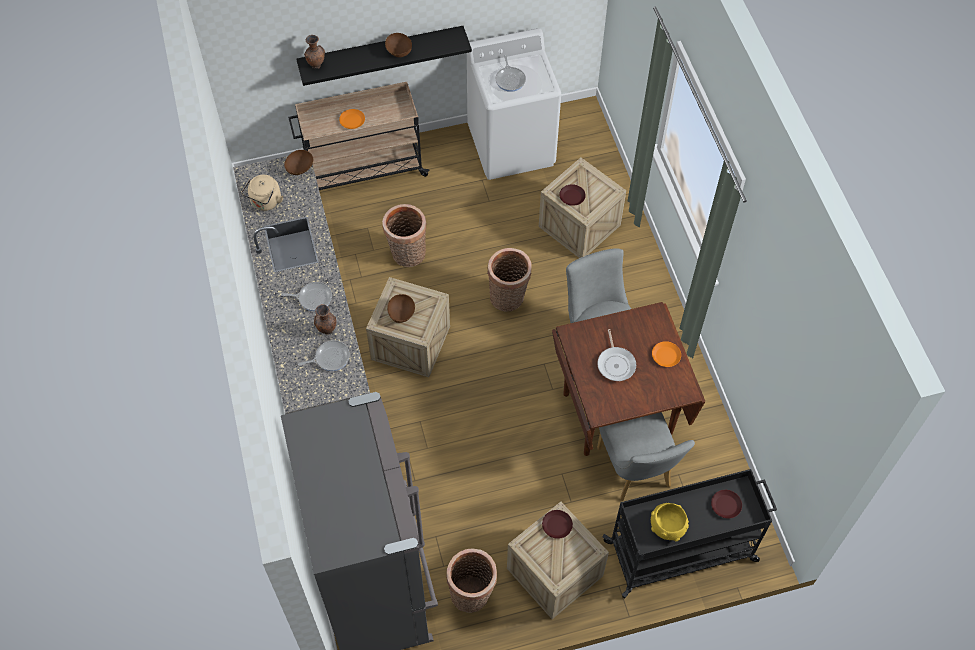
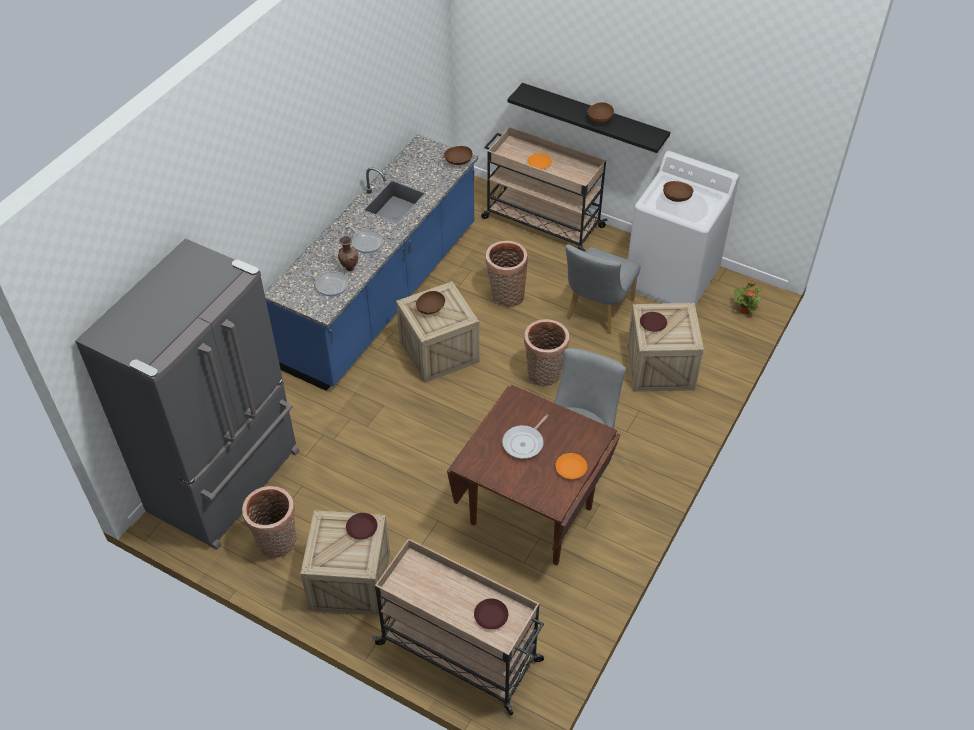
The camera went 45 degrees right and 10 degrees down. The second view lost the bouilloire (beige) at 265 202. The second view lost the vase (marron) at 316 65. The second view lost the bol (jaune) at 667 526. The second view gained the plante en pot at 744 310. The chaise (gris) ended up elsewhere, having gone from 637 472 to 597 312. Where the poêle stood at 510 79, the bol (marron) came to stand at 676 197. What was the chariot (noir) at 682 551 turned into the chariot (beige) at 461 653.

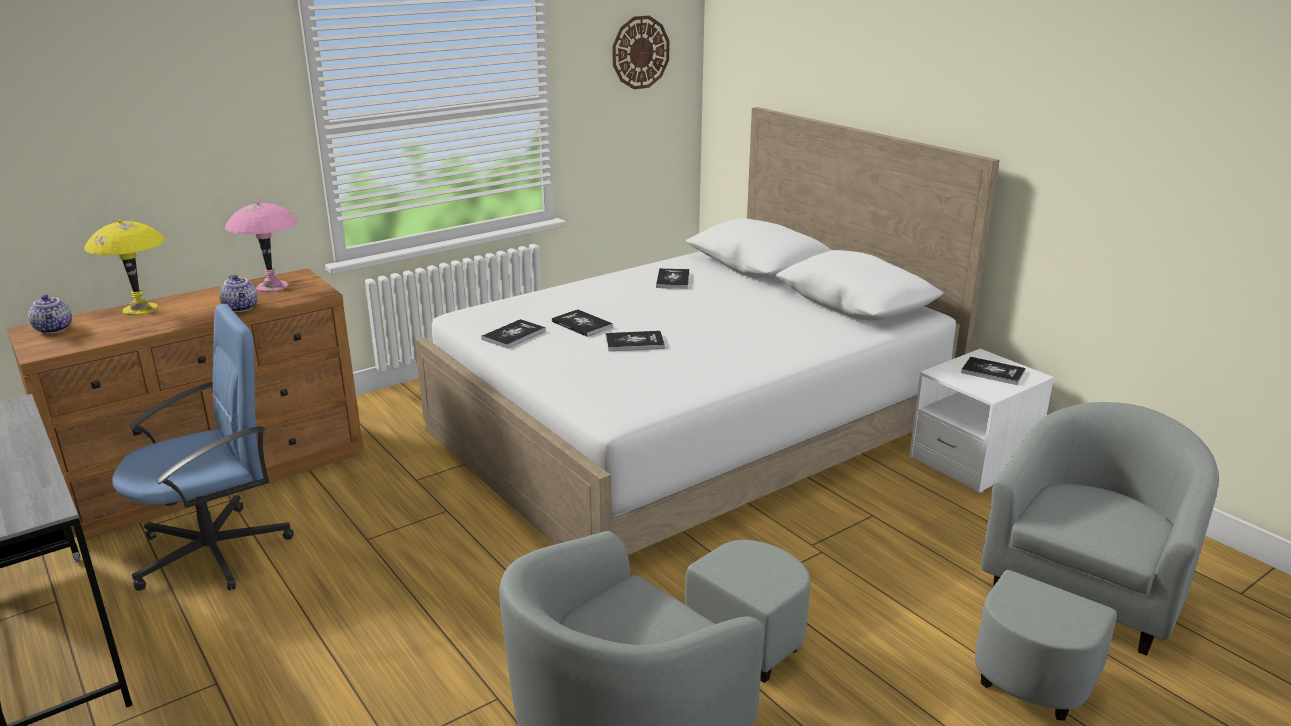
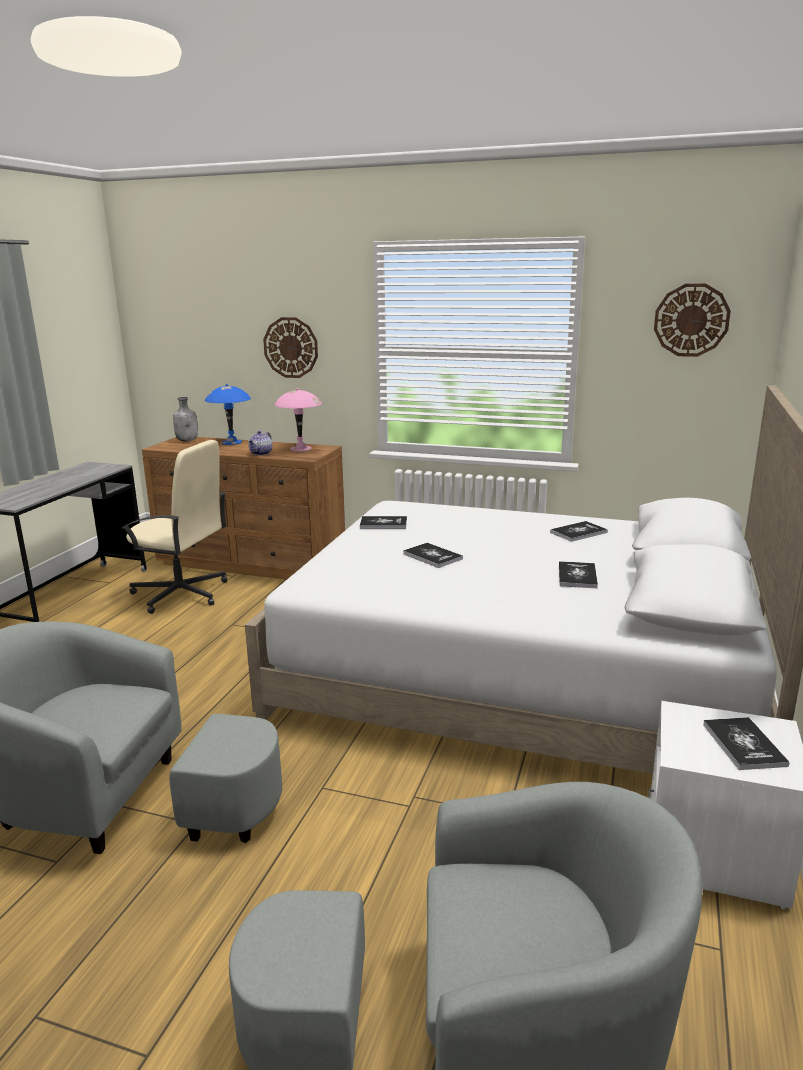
The camera went 55 degrees right and 5 degrees down. The second view gained the horloge murale at 291 347. The livre ended up elsewhere, having gone from 582 324 to 577 576. Where the théière stood at 55 329, the bouteille (gris) came to stand at 188 440. What was the lampe de table (jaune) at 140 309 turned into the lampe de table (bleu) at 231 442. What was the chaise de bureau (bleu) at 215 551 turned into the chaise de bureau (beige) at 181 594.

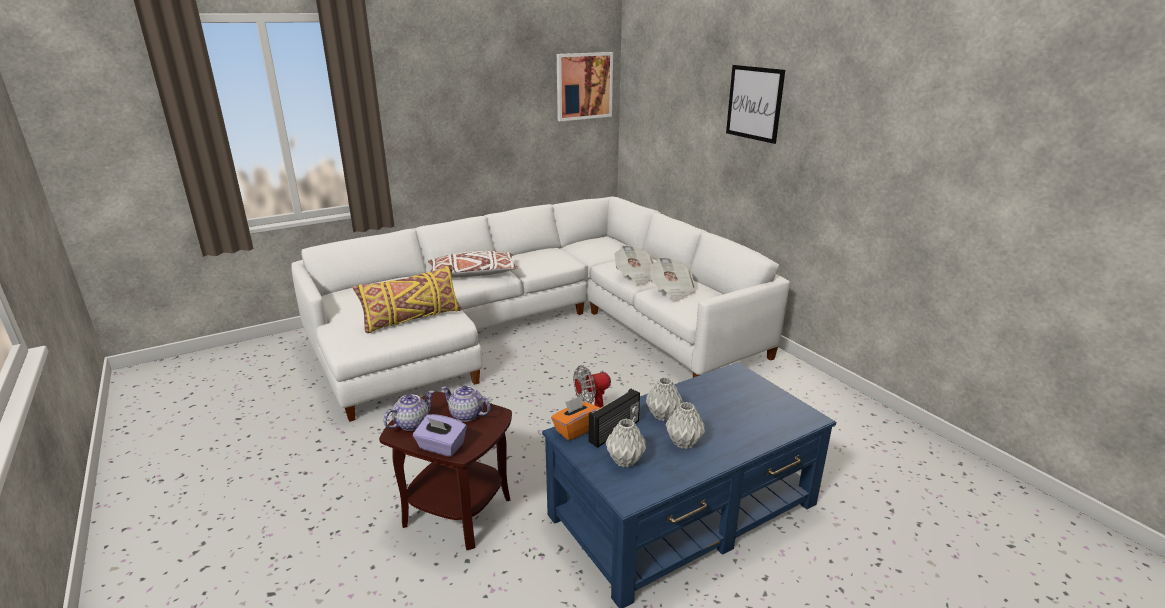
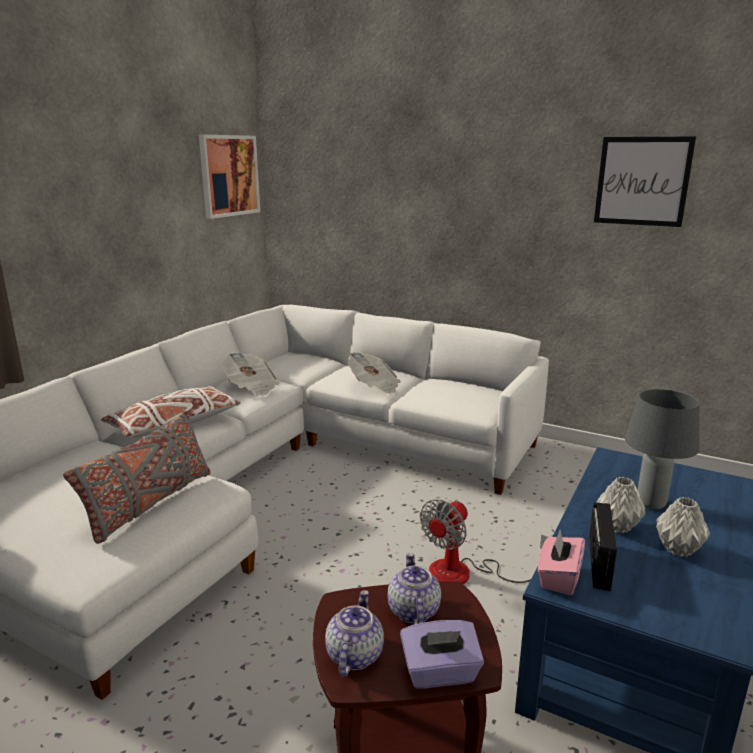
The camera went 30 degrees left and 5 degrees down. The second view lost the vase (gris) at 624 461. The second view gained the lampe de table (gris) at 650 503. The journal ended up elsewhere, having gone from 671 290 to 251 387. The tableau ended up elsewhere, having gone from 754 103 to 642 181. What was the coussin (jaune) at 412 319 turned into the coussin (gris) at 149 504. What was the boîte à mouchoirs (orange) at 576 429 turned into the boîte à mouchoirs (rose) at 558 577. The théière at 466 415 ended up facing another way, 90 degrees clockwise from before.

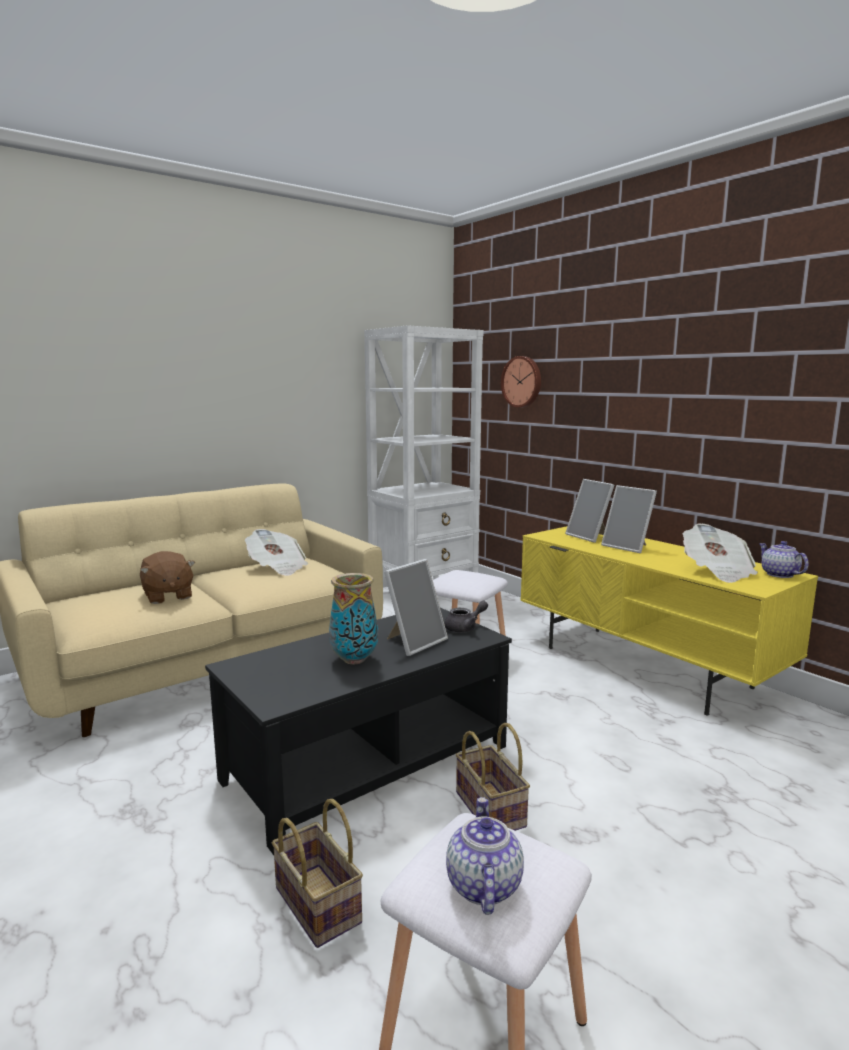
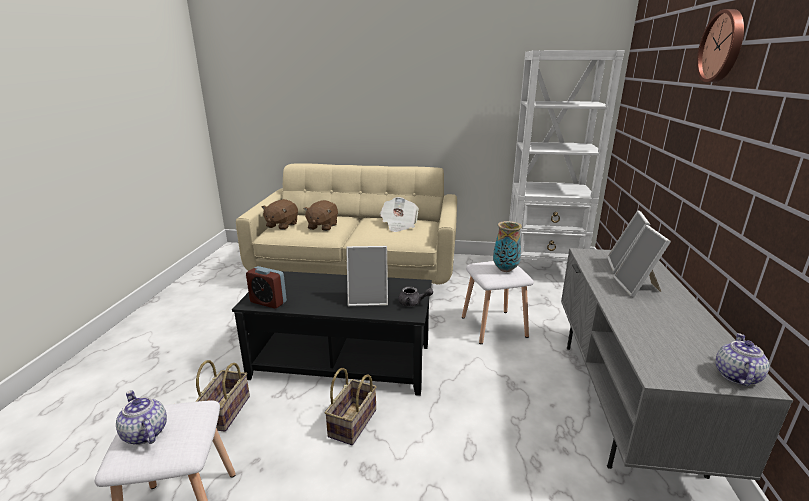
The camera went 45 degrees right and 10 degrees up. The second view lost the journal at 717 571. The second view gained the réveil at 268 302. The second view gained the peluche (marron) at 281 225. The vase ended up elsewhere, having gone from 354 660 to 505 269. The horloge murale ended up elsewhere, having gone from 522 382 to 723 46. What was the meuble télé (jaune) at 646 667 turned into the meuble télé (gris) at 626 402. The théière at 482 885 ended up facing another way, 90 degrees counterclockwise from before.

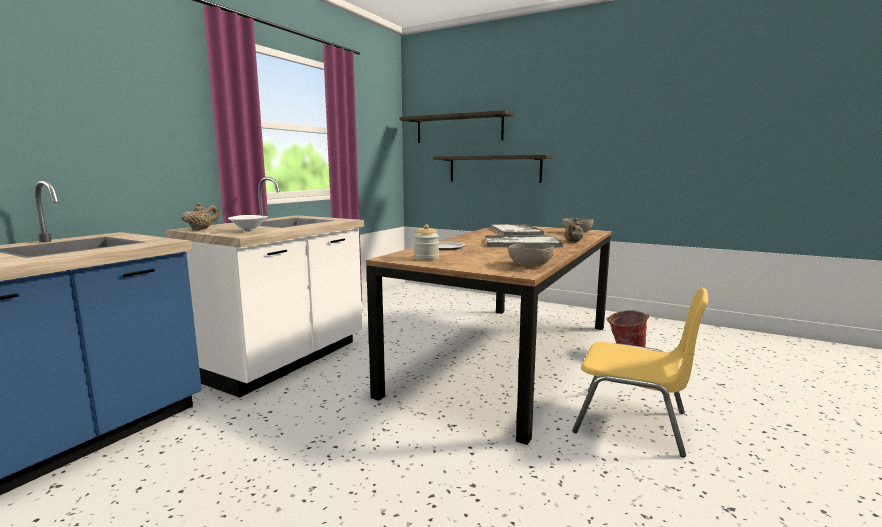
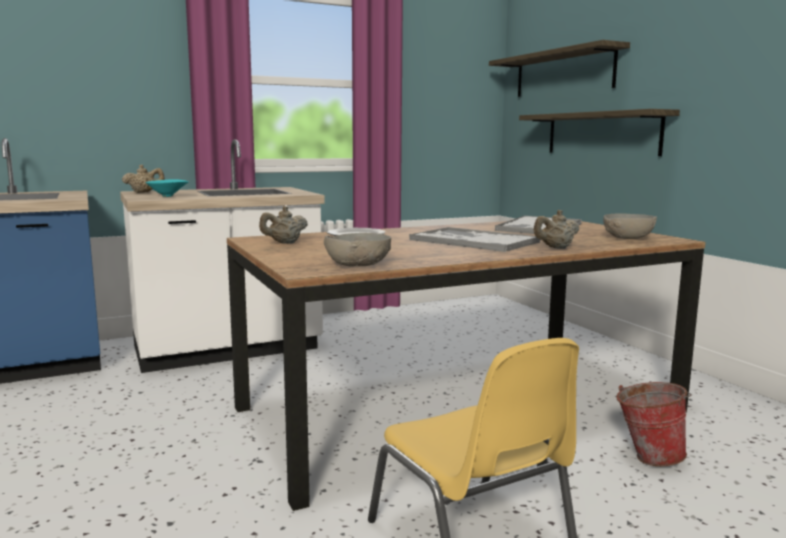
The camera went 35 degrees right and 0 degrees up. Where the bocal stood at 426 258, the théière (beige) came to stand at 284 243. What was the bol (blanc) at 250 230 turned into the bol (turquoise) at 168 196.

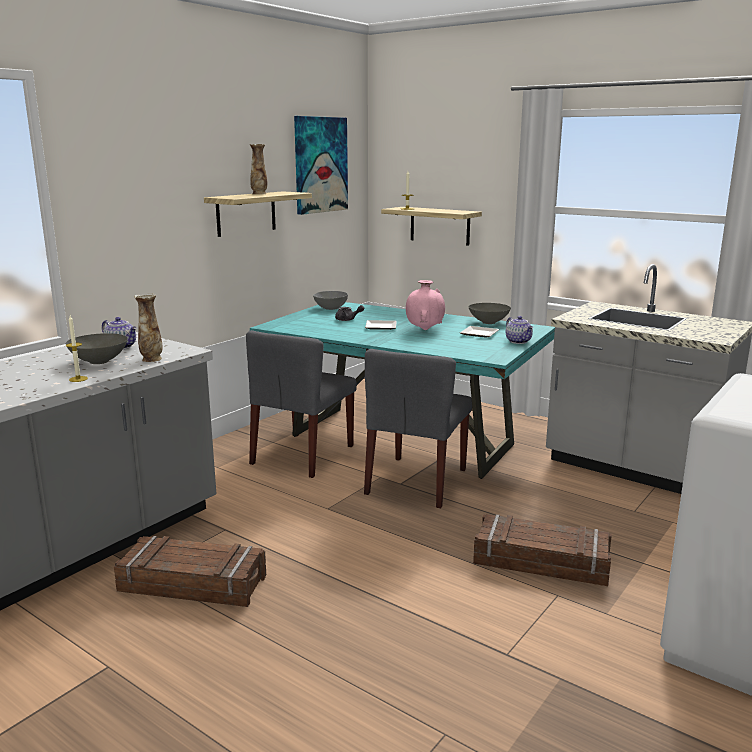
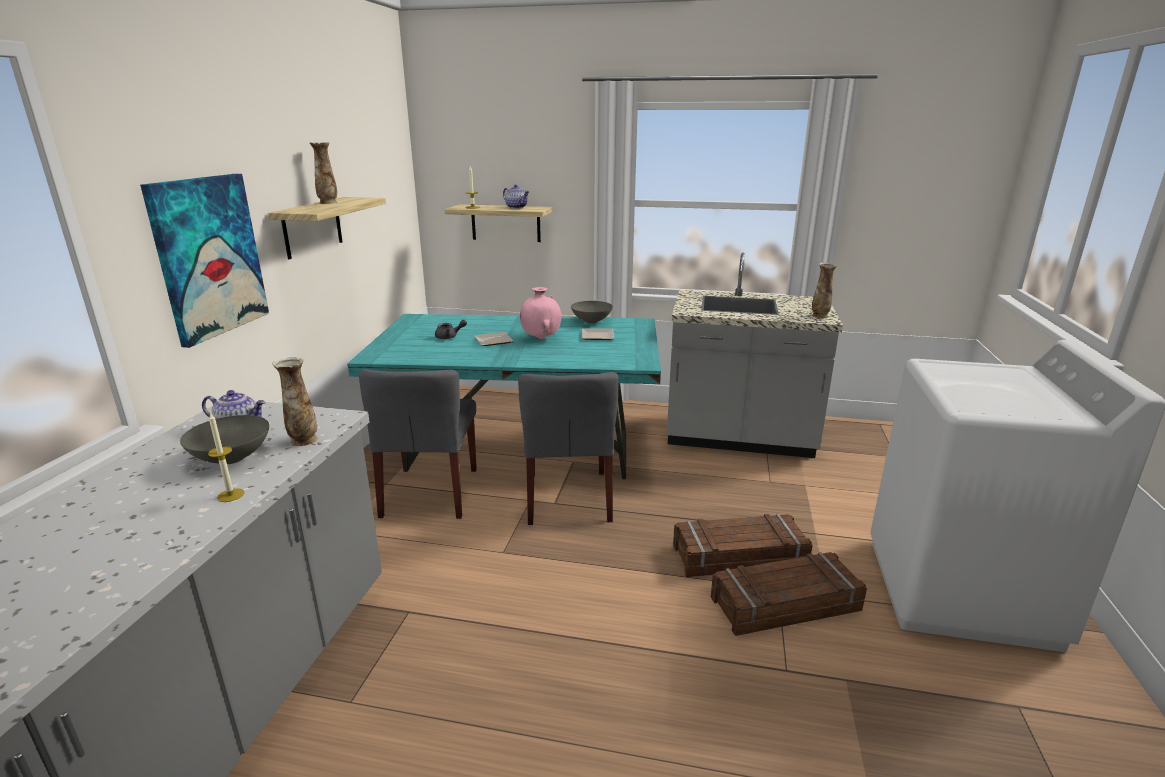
The camera went 25 degrees left and 5 degrees up. The second view lost the bol (gris) at 330 308. The second view gained the vase at 820 316. The caisse ended up elsewhere, having gone from 193 583 to 784 603. The tableau ended up elsewhere, having gone from 320 165 to 209 257. The théière ended up elsewhere, having gone from 519 341 to 517 207.

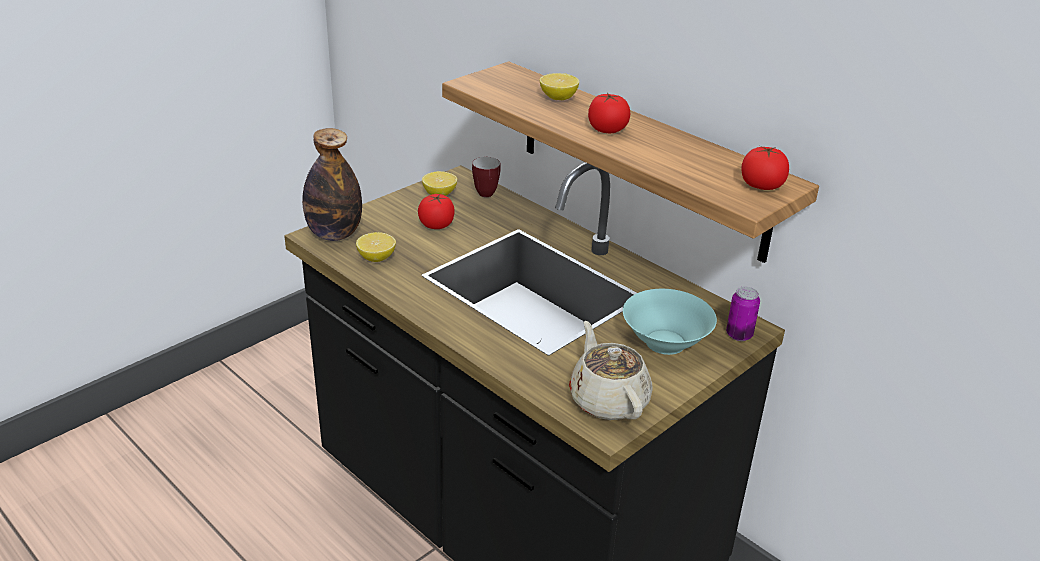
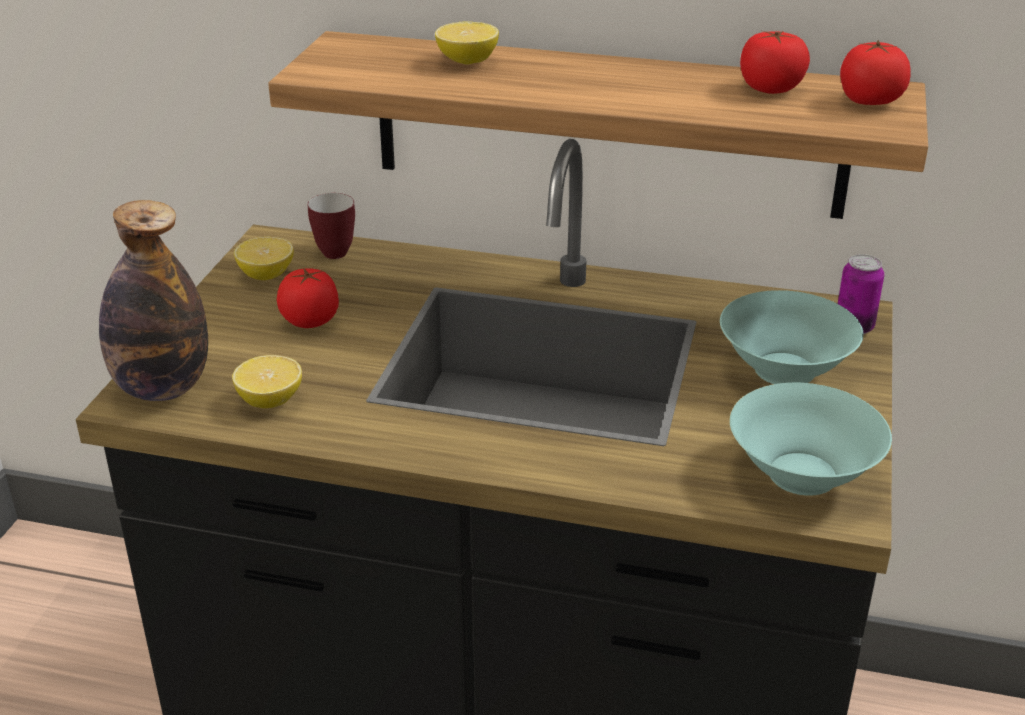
The camera went 30 degrees left and 0 degrees up. The tomate ended up elsewhere, having gone from 607 129 to 770 88. Where the théière (beige) stood at 608 399, the bol (turquoise) came to stand at 804 474.

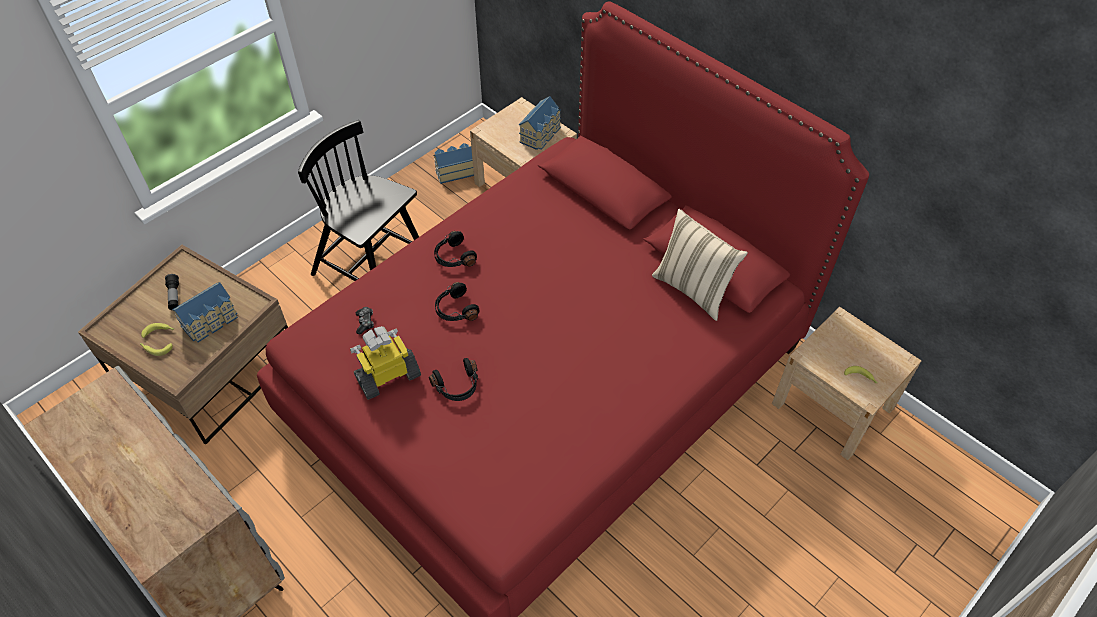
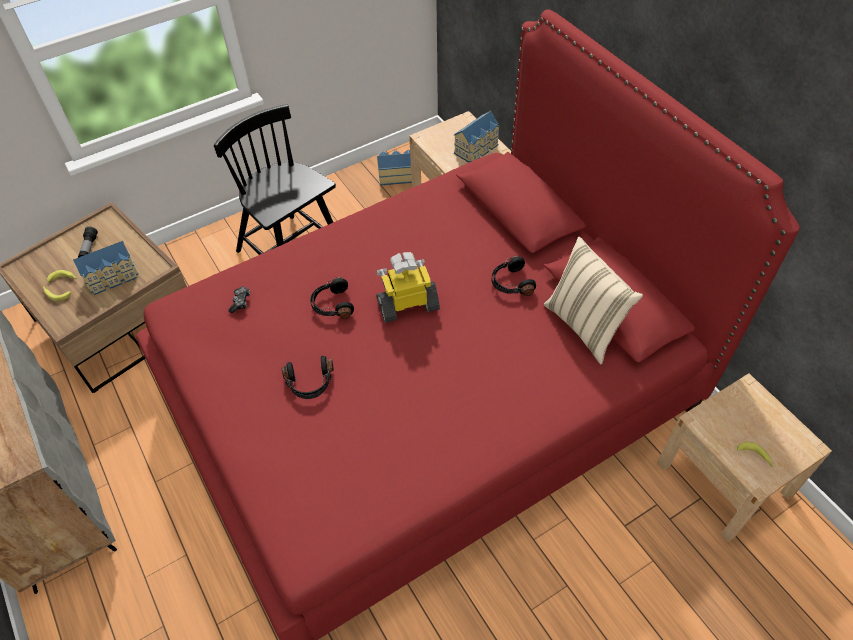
The camera went 15 degrees right and 0 degrees up. The robot jouet ended up elsewhere, having gone from 388 376 to 408 304. The casque audio (noir) ended up elsewhere, having gone from 453 257 to 511 283.

